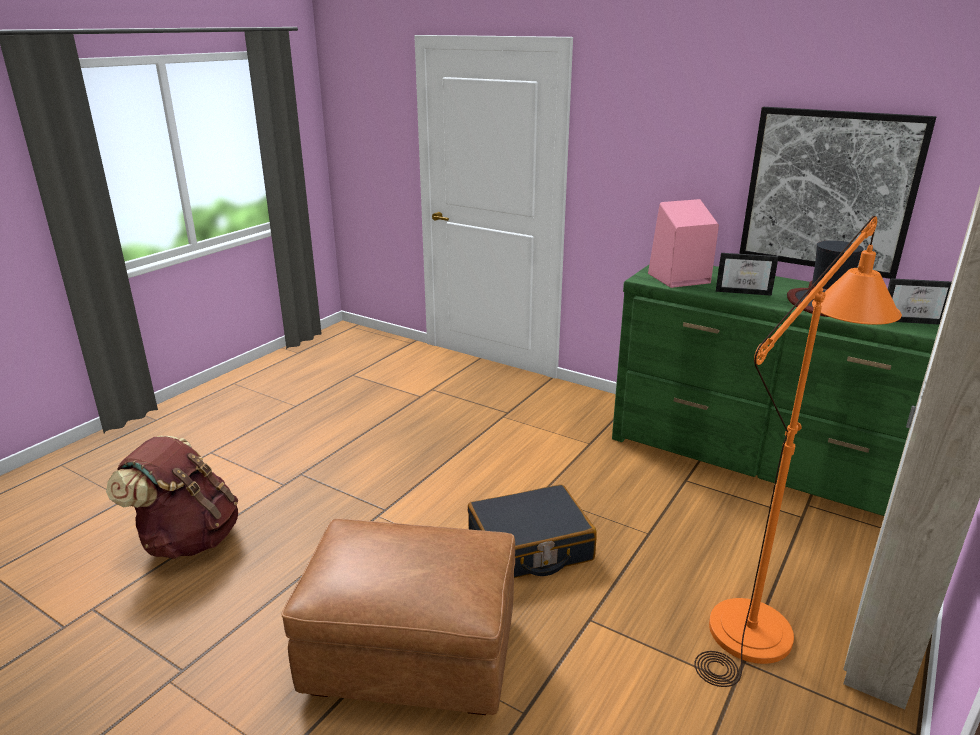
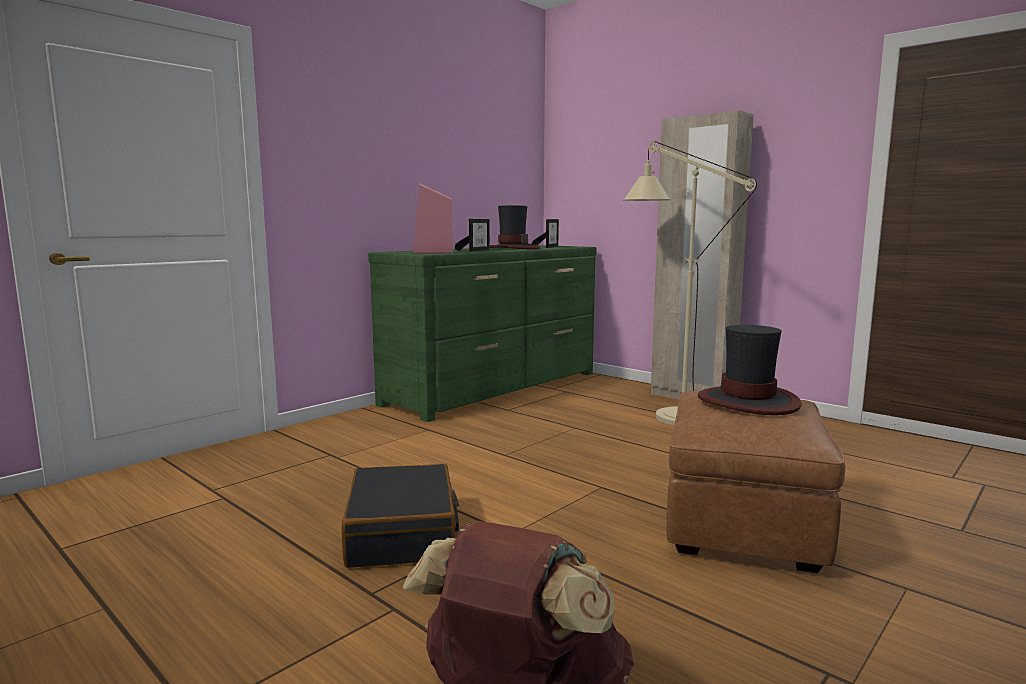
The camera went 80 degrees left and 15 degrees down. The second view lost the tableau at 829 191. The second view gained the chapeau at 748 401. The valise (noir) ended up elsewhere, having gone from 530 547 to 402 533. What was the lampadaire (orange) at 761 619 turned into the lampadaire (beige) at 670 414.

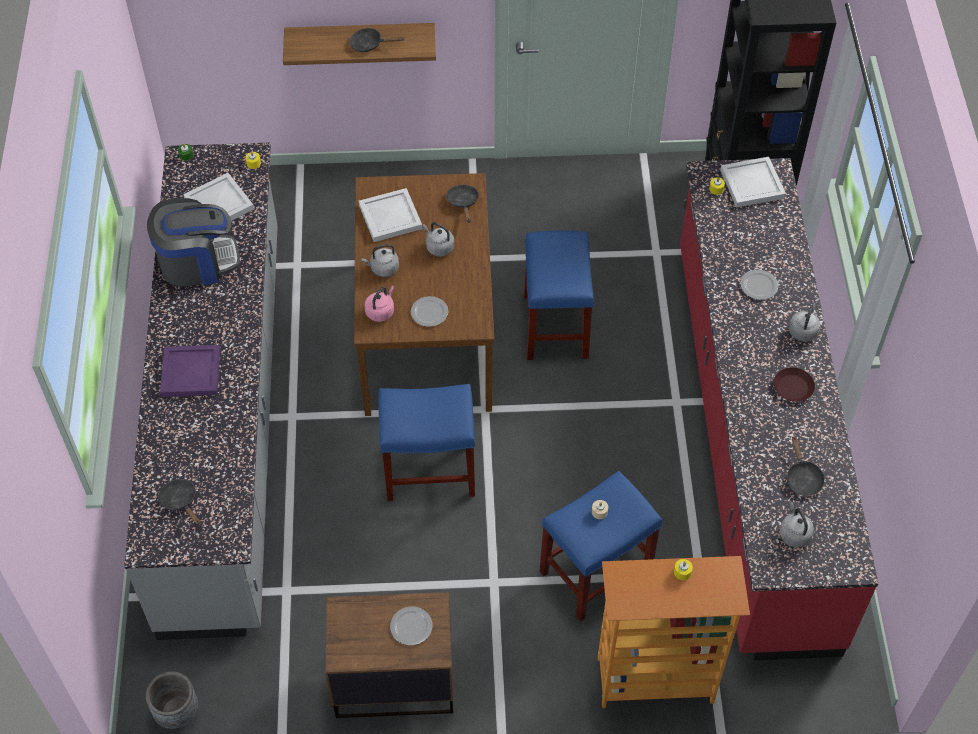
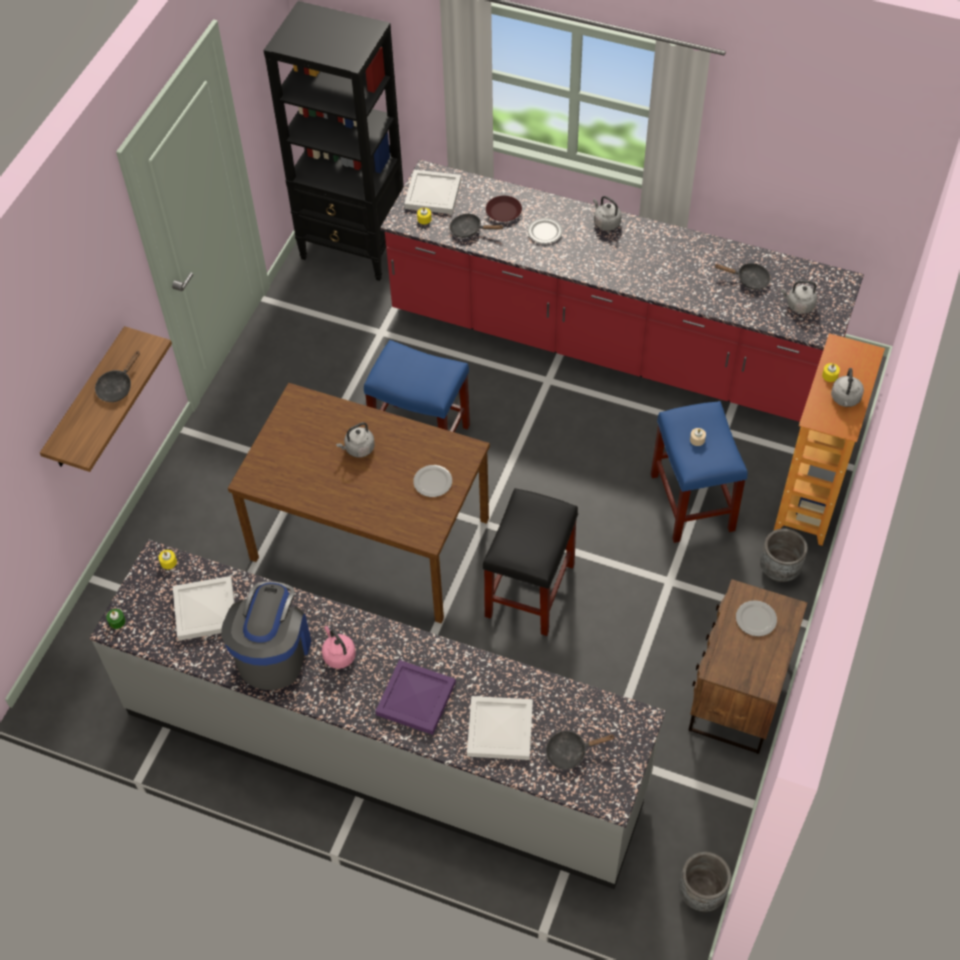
The camera went 65 degrees left and 0 degrees up. The second view gained the cache-pot (gris) at 779 569. The plateau (blanc) ended up elsewhere, having gone from 391 216 to 499 728. The bouilloire (gris) ended up elsewhere, having gone from 383 269 to 845 399. The bouilloire (rose) ended up elsewhere, having gone from 380 311 to 338 655. The poêle (noir) ended up elsewhere, having gone from 463 203 to 469 230. The assiette (marron) ended up elsewhere, having gone from 793 387 to 504 212. What was the tabouret (bleu) at 428 471 turned into the tabouret (noir) at 530 592.

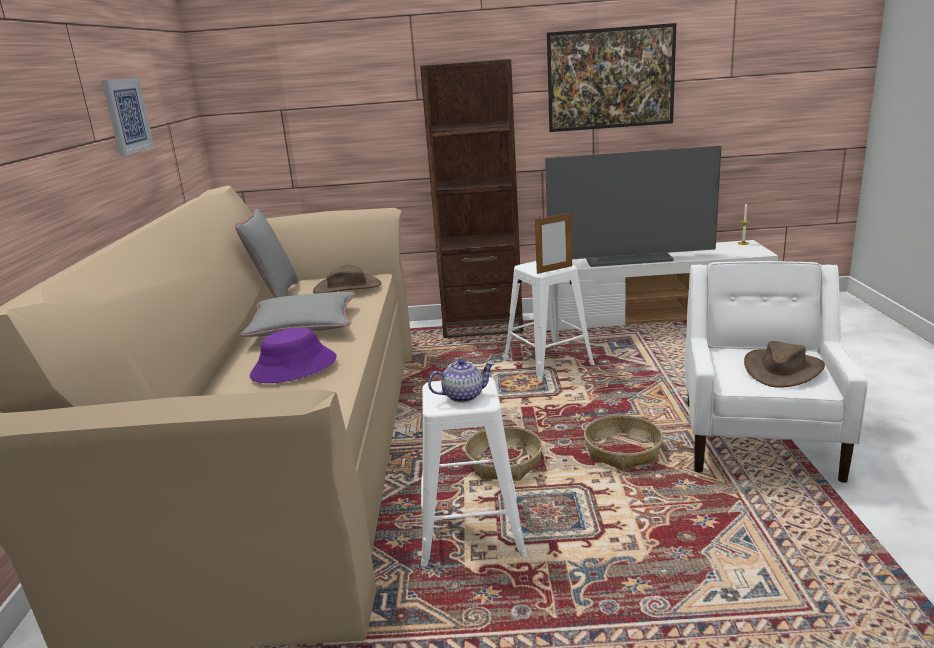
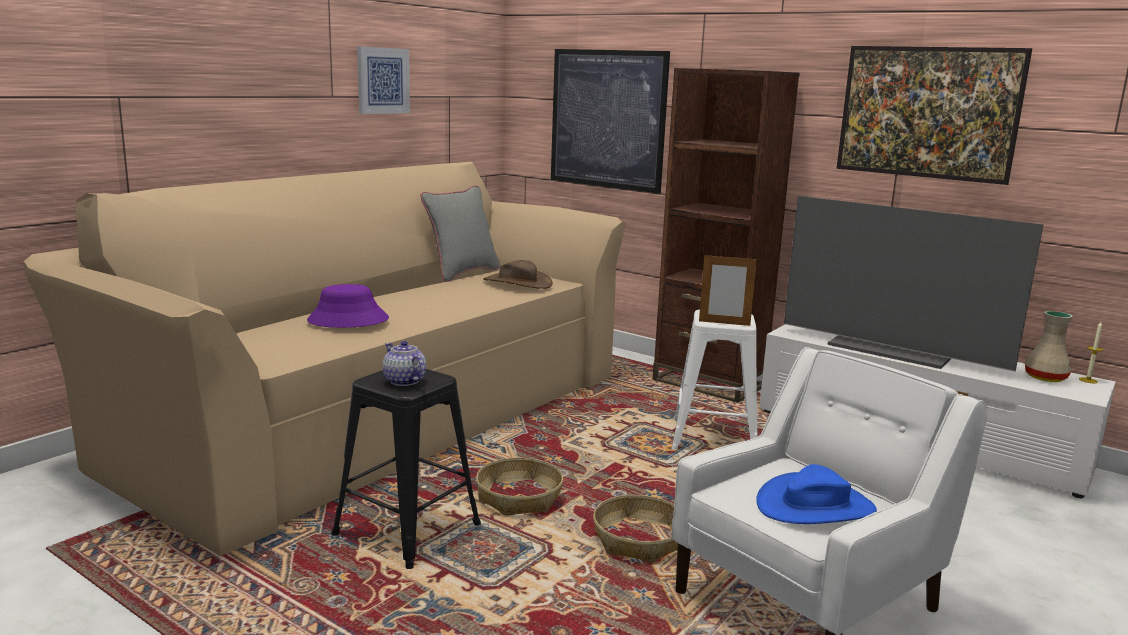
The camera went 35 degrees right and 5 degrees down. The second view lost the coussin (gris) at 303 324. The second view gained the tableau at 607 119. The second view gained the vase (beige) at 1046 378. What was the tabouret (blanc) at 469 529 turned into the tabouret (noir) at 407 529. What was the chapeau (marron) at 782 369 turned into the chapeau (bleu) at 815 506. The théière at 463 396 ended up facing another way, 150 degrees counterclockwise from before.

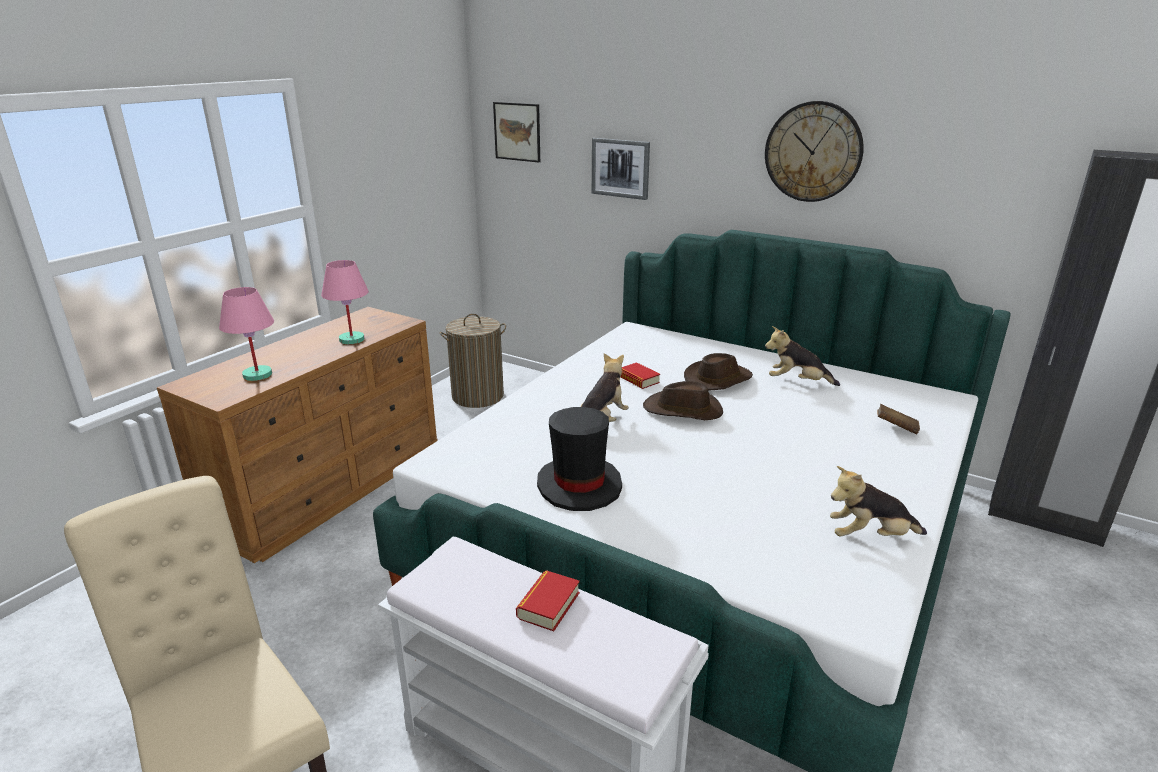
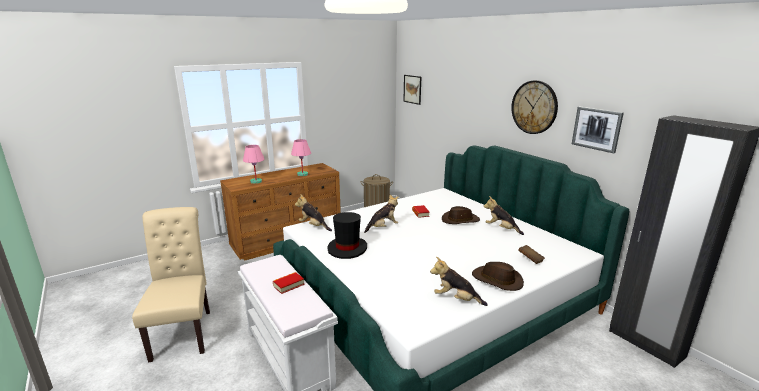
The camera went 25 degrees right and 5 degrees down. The second view gained the peluche at 313 226. The tableau ended up elsewhere, having gone from 620 168 to 597 129. The chapeau (marron) ended up elsewhere, having gone from 683 410 to 497 280.

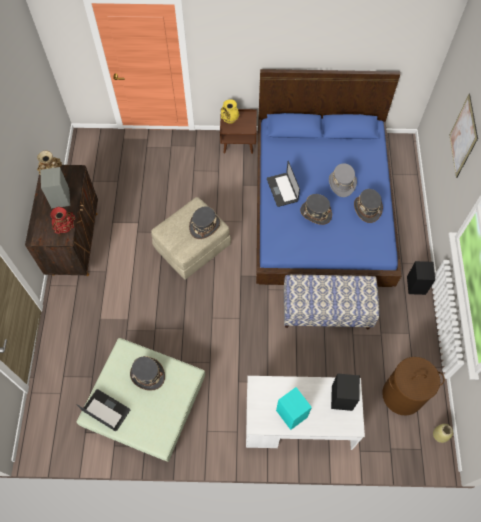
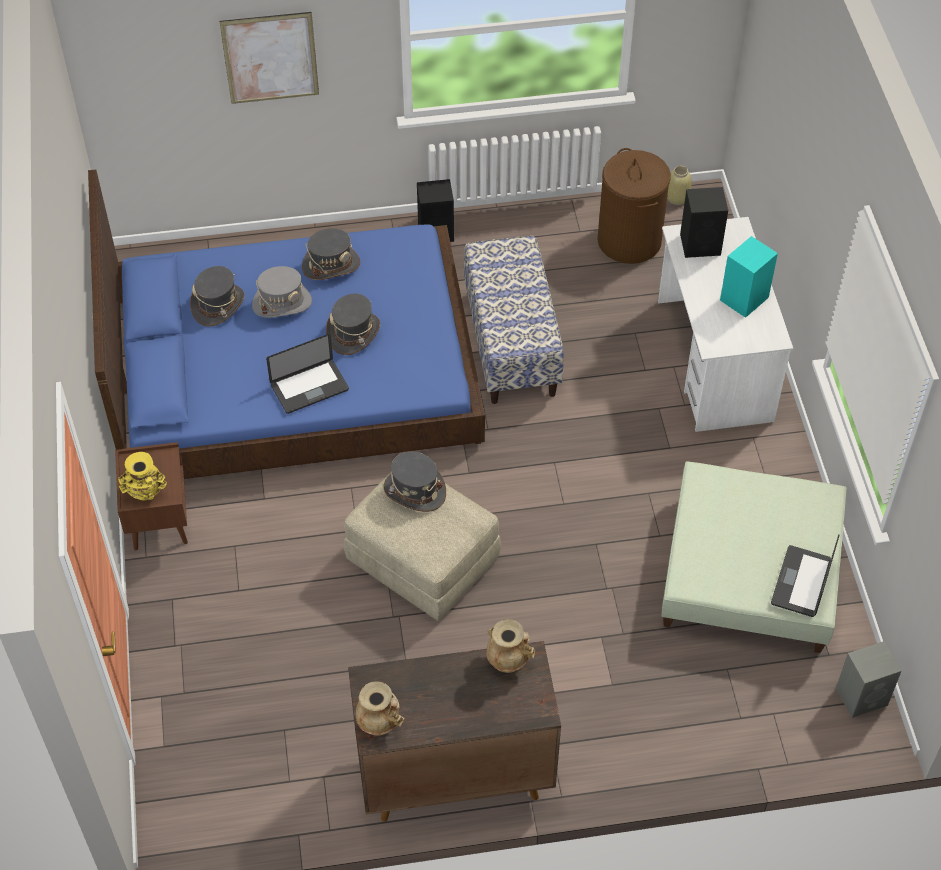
The camera went 100 degrees left and 10 degrees down. The enceinte (gris) ended up elsewhere, having gone from 60 198 to 862 696. The chapeau (gris) ended up elsewhere, having gone from 147 375 to 218 305. What was the vase (rouge) at 66 228 turned into the vase (beige) at 508 661.

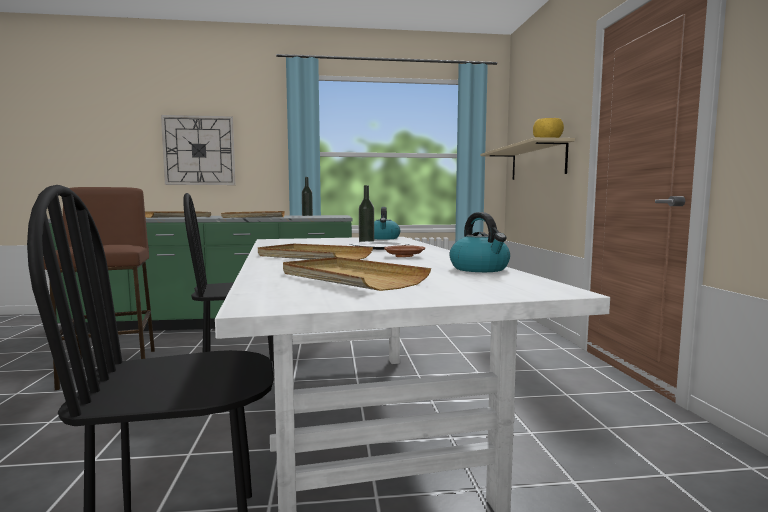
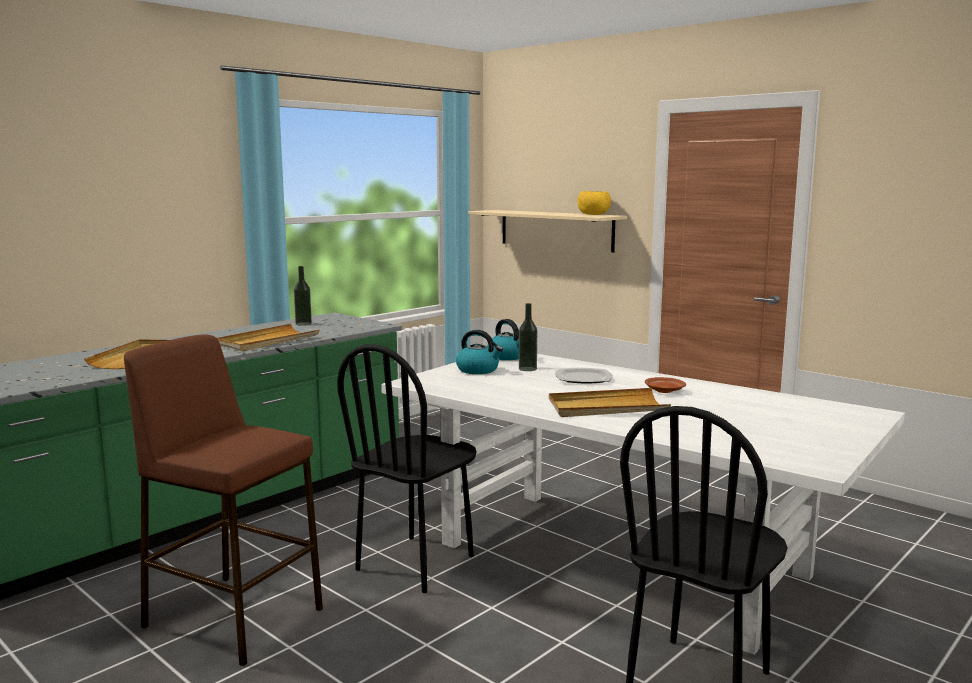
The camera went 40 degrees left and 5 degrees up. The second view lost the horloge murale at 199 150. The second view lost the plateau (beige) at 349 278. The bouilloire ended up elsewhere, having gone from 480 269 to 478 370.

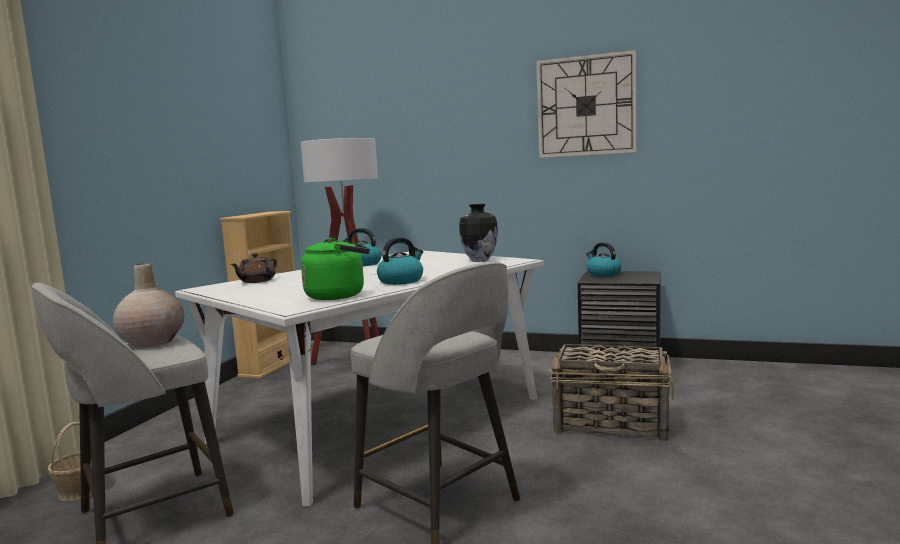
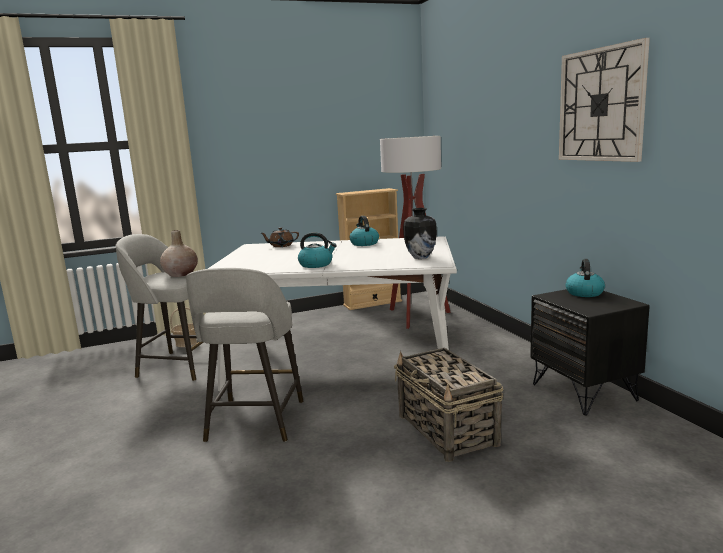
The camera went 50 degrees right and 5 degrees up. The second view lost the bouilloire (vert) at 339 295.

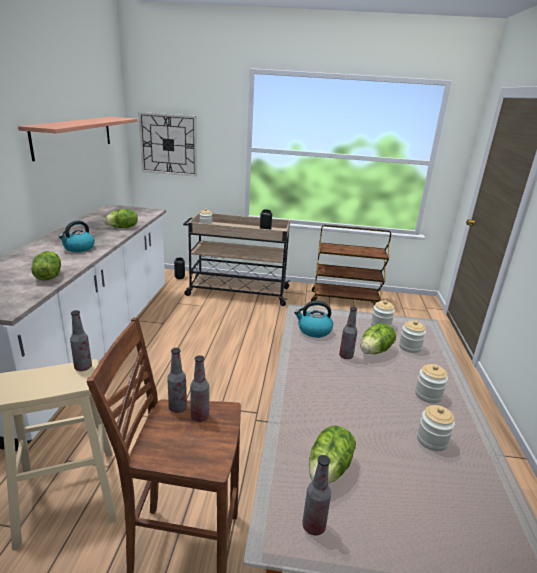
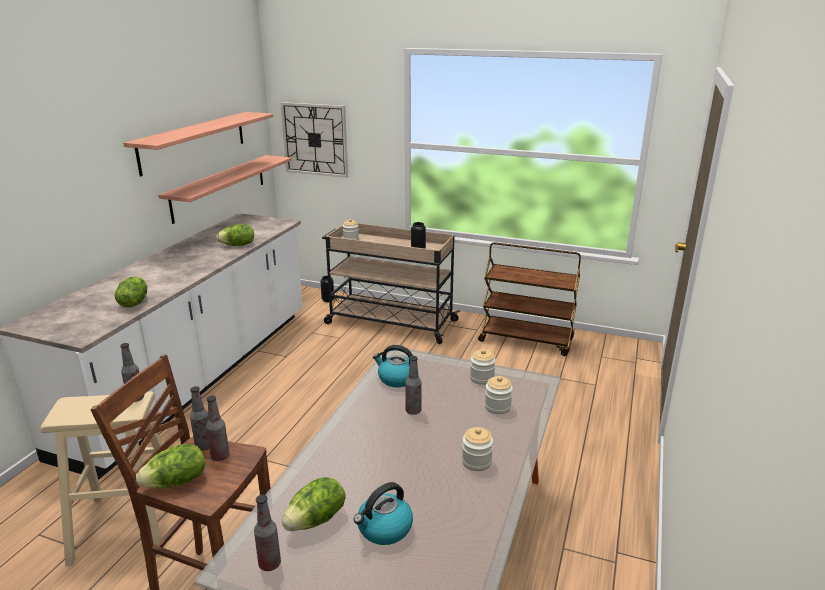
The camera went 15 degrees right and 0 degrees up. The second view lost the bocal at 432 440. The second view gained the étagère at 219 187. The bouilloire ended up elsewhere, having gone from 79 248 to 384 529. The laitue ended up elsewhere, having gone from 376 351 to 176 482.

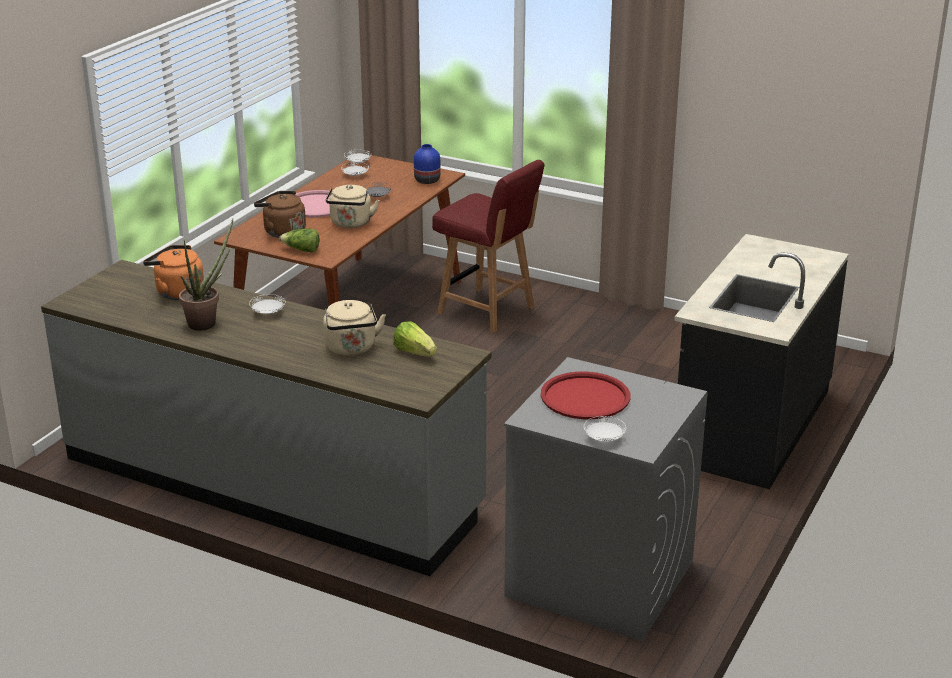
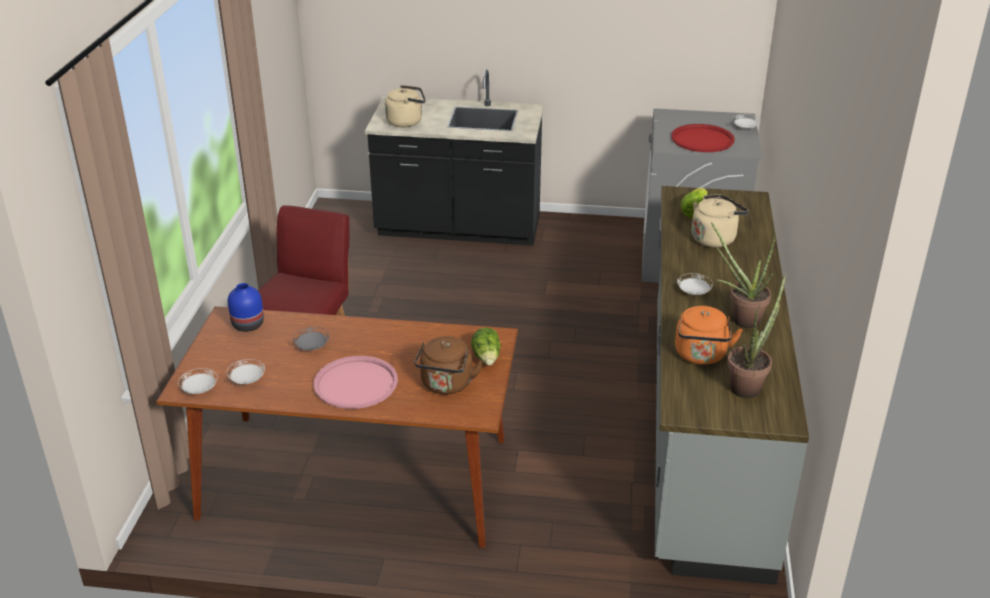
The camera went 110 degrees left and 5 degrees up. The second view gained the plante en pot at 748 385. The bouilloire (beige) ended up elsewhere, having gone from 351 224 to 407 122.

